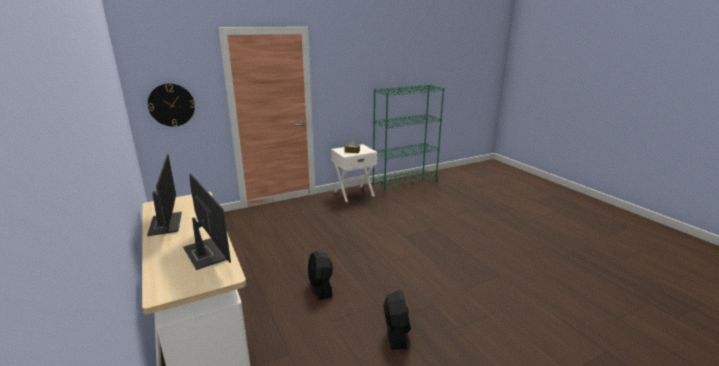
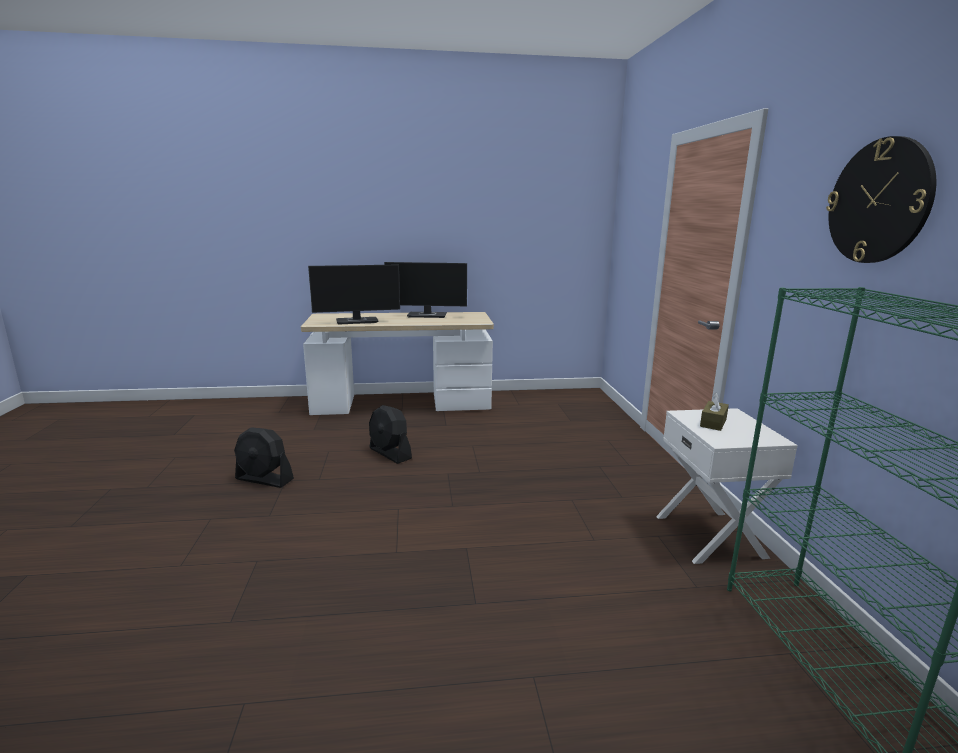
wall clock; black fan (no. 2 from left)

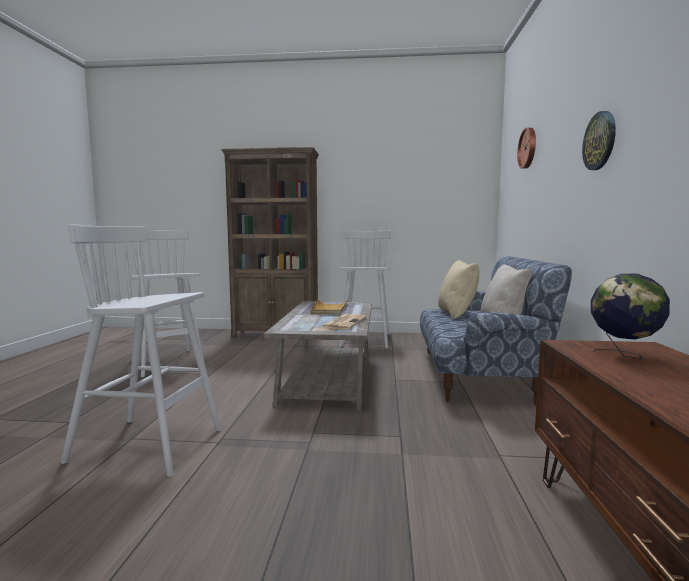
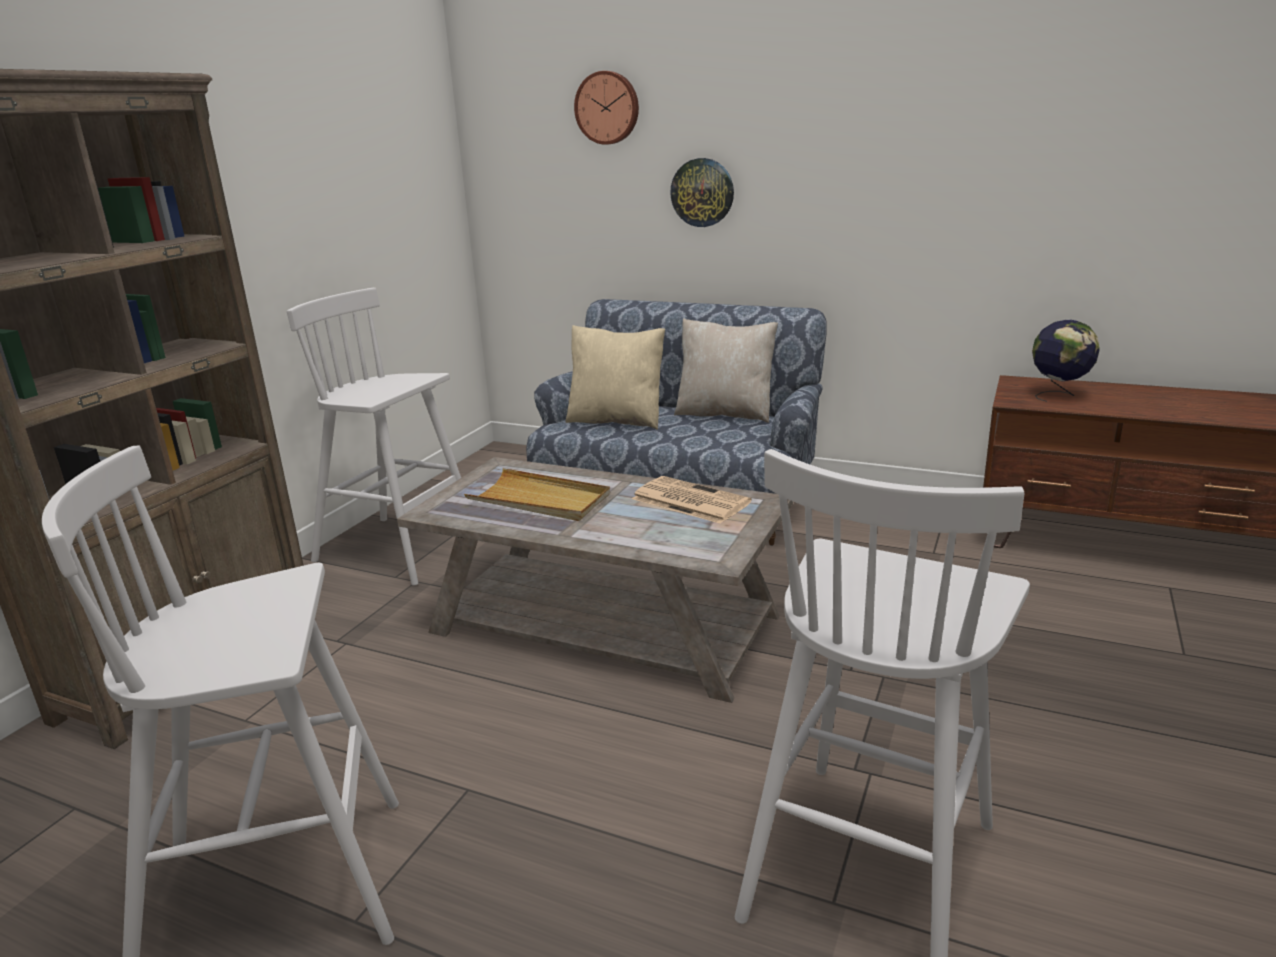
wall clock (no. 2 from left)

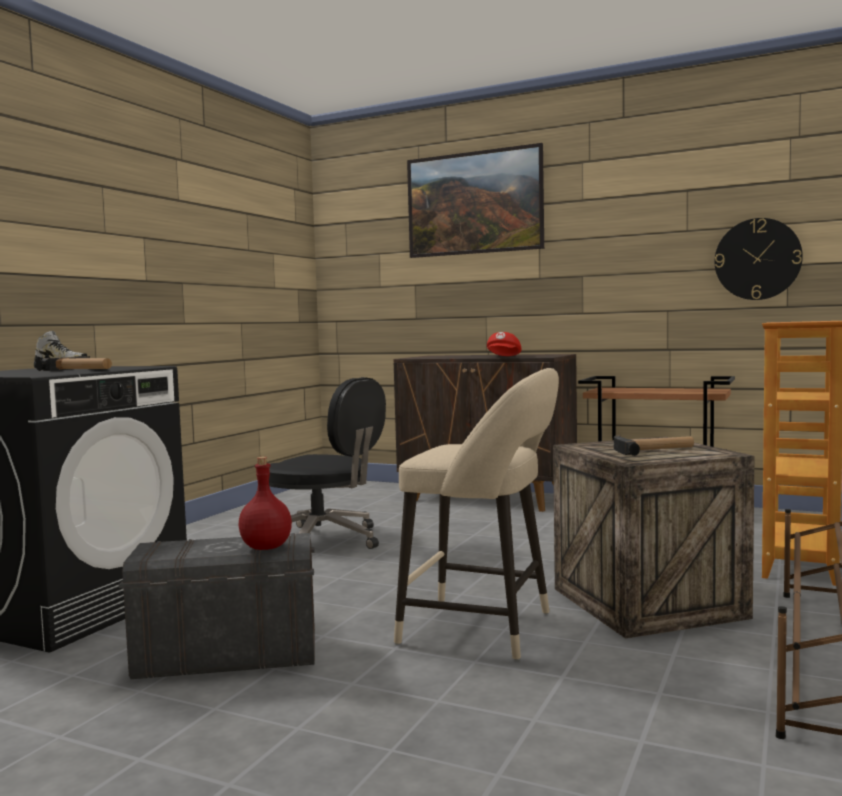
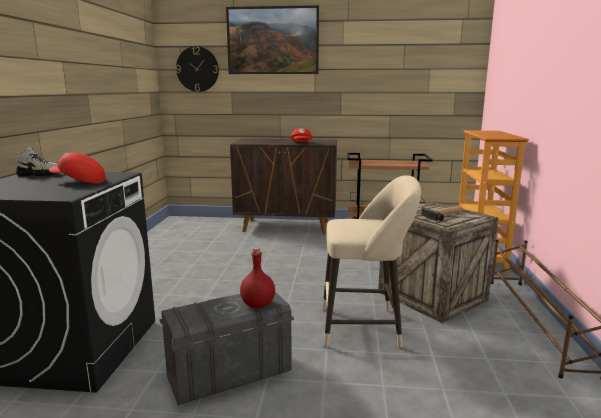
red cap (no. 1 from left); black office chair; wall clock

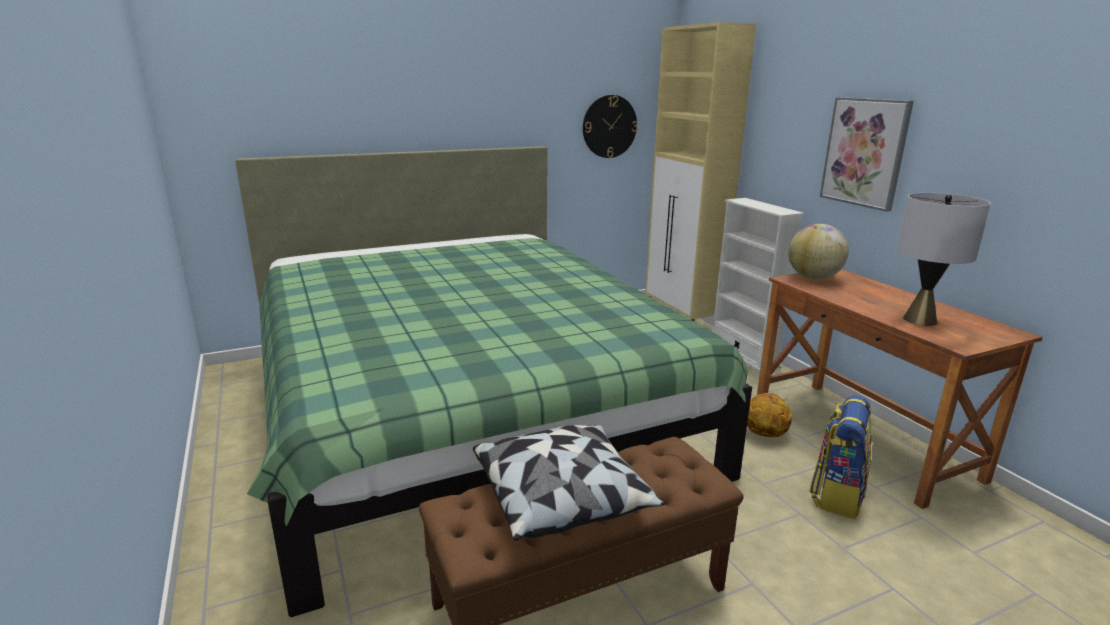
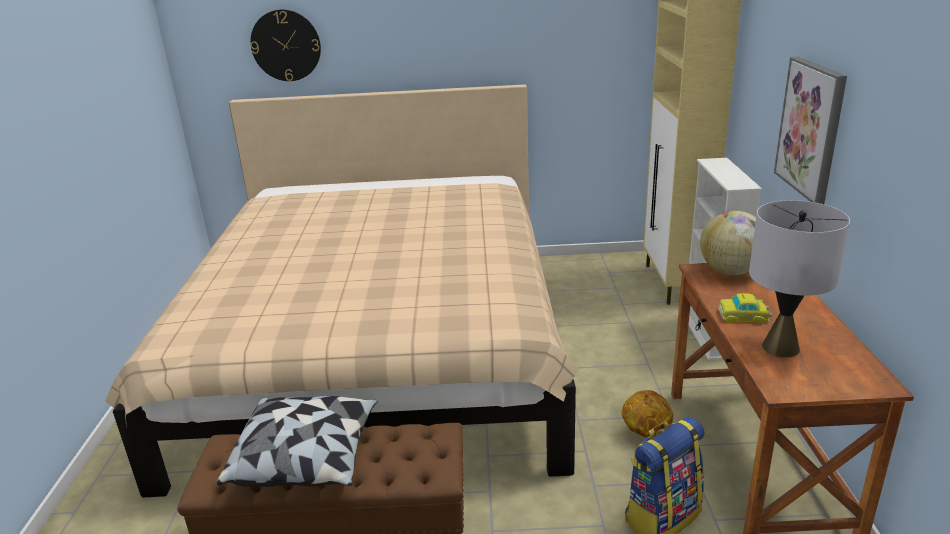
beige bed; wall clock; toy car

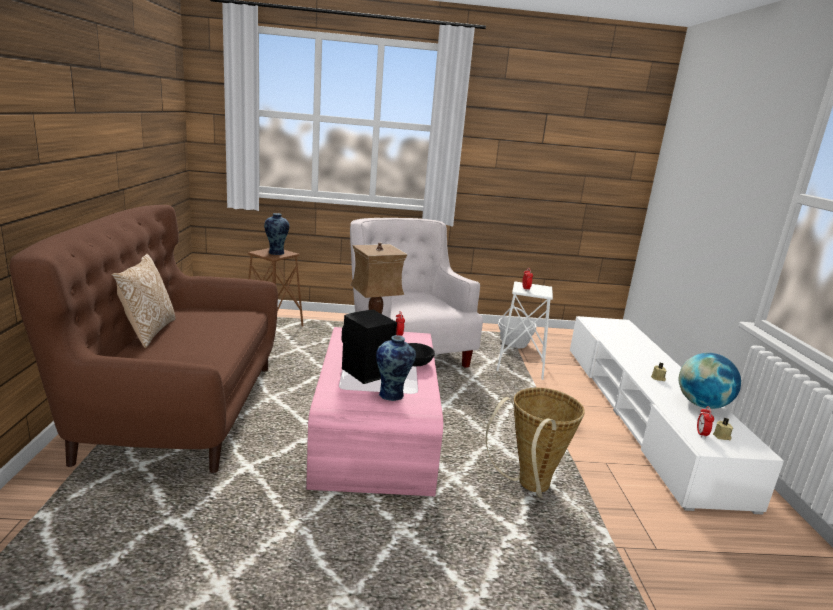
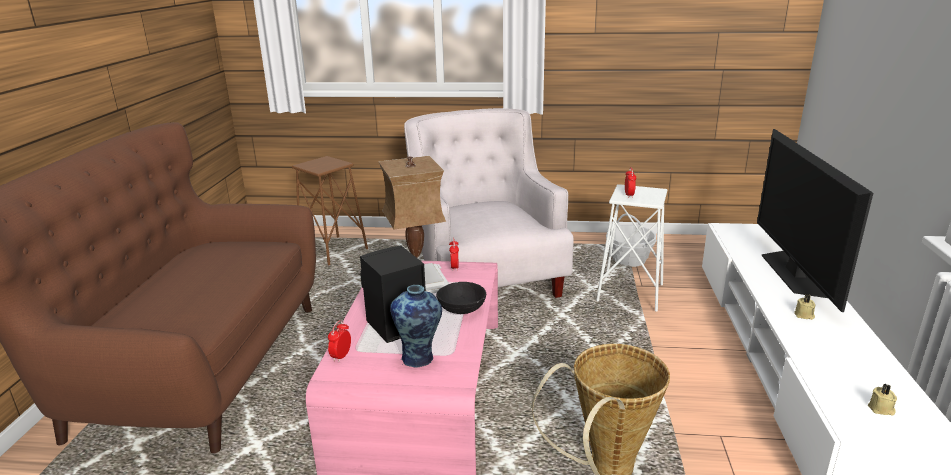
pillow; vase (no. 1 from left in the first image); globe; alarm clock (no. 1 from left); television

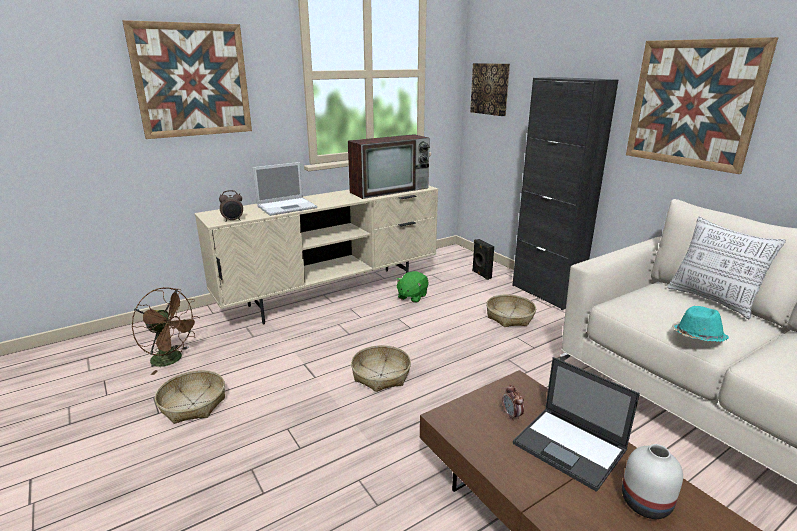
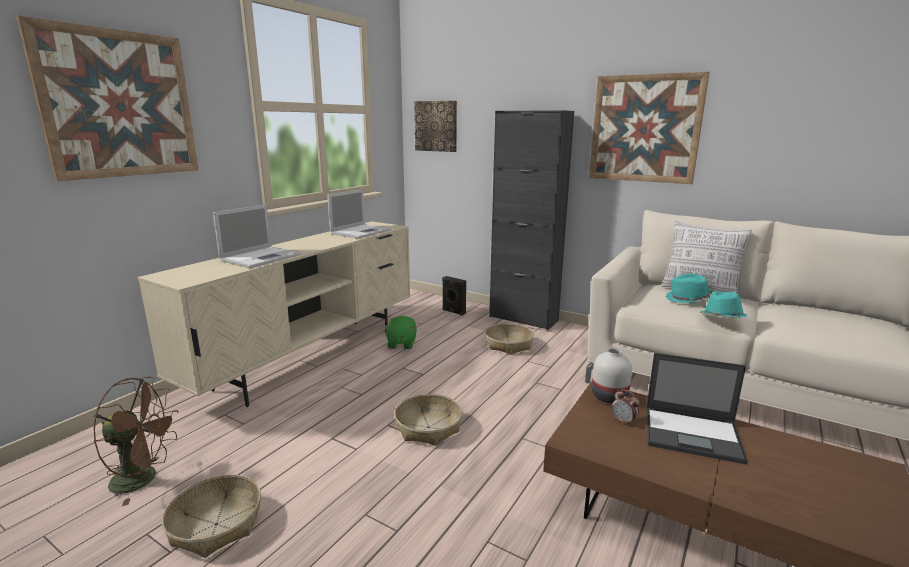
alarm clock (no. 1 from left in the first image); laptop (no. 2 from left); white vase; turquoise hat (no. 1 from left)

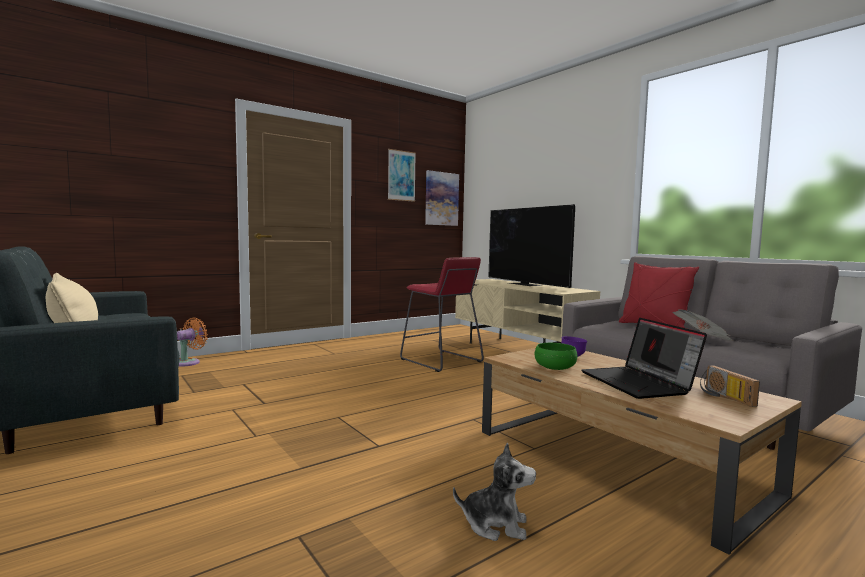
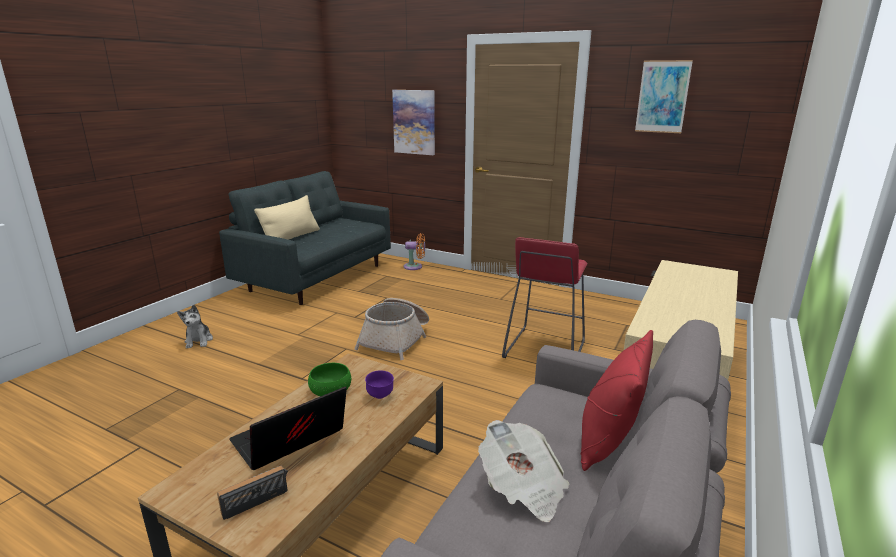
picture (no. 1 from left); plush toy; television; basket

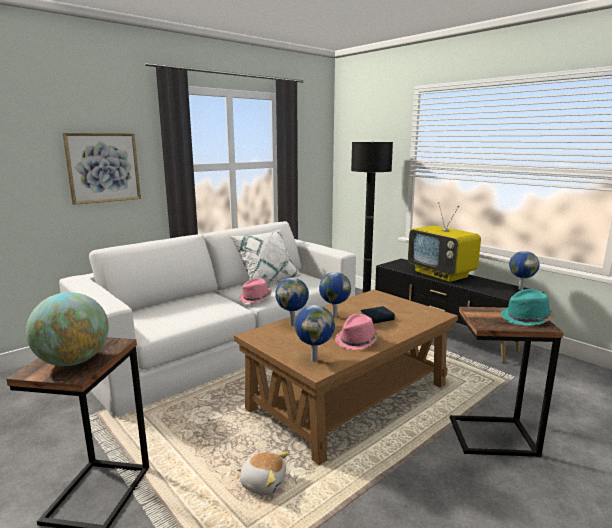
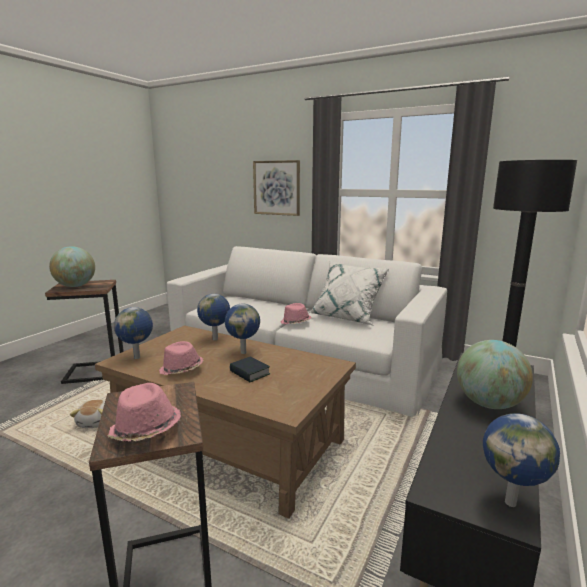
globe (no. 5 from left); pink hat (no. 1 from left)

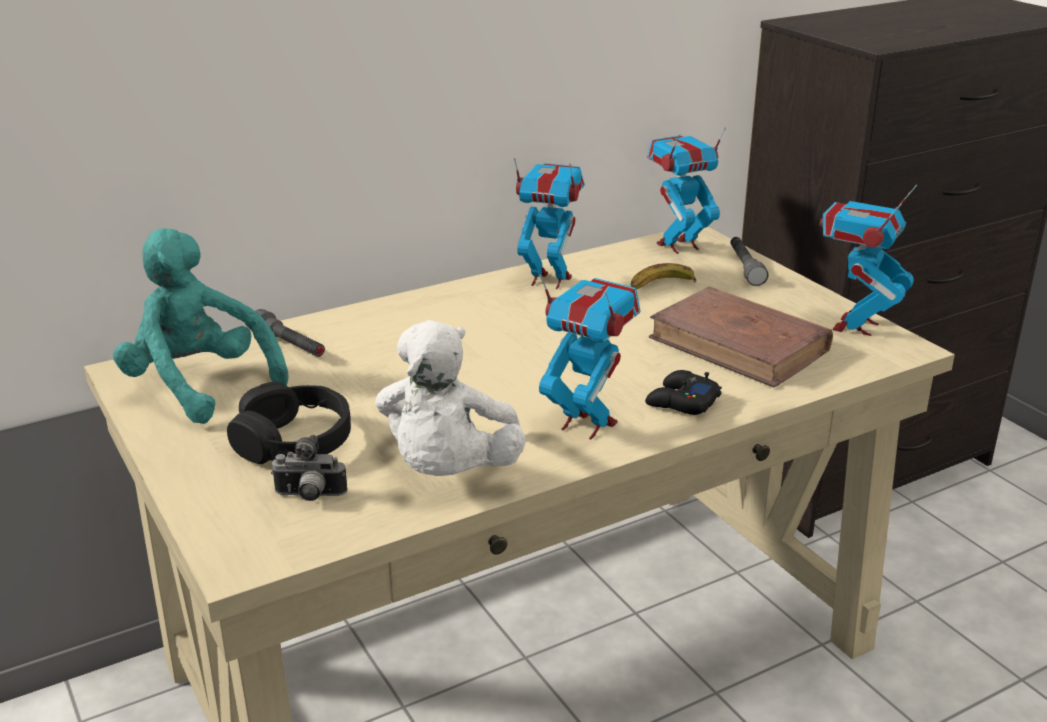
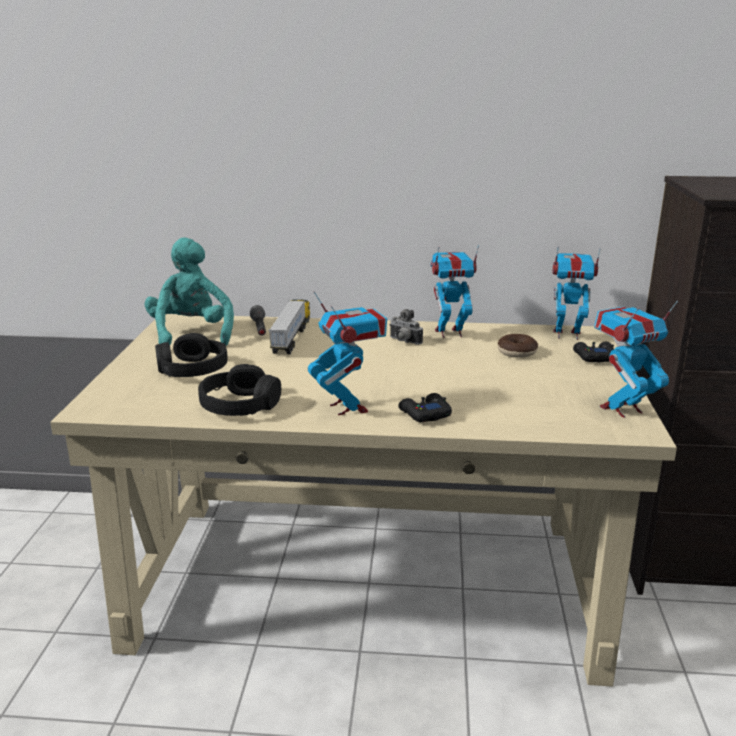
photo camera; black headphones (no. 2 from left); toy robot (no. 2 from left); donut; brown book; black game controller (no. 2 from left); toy truck

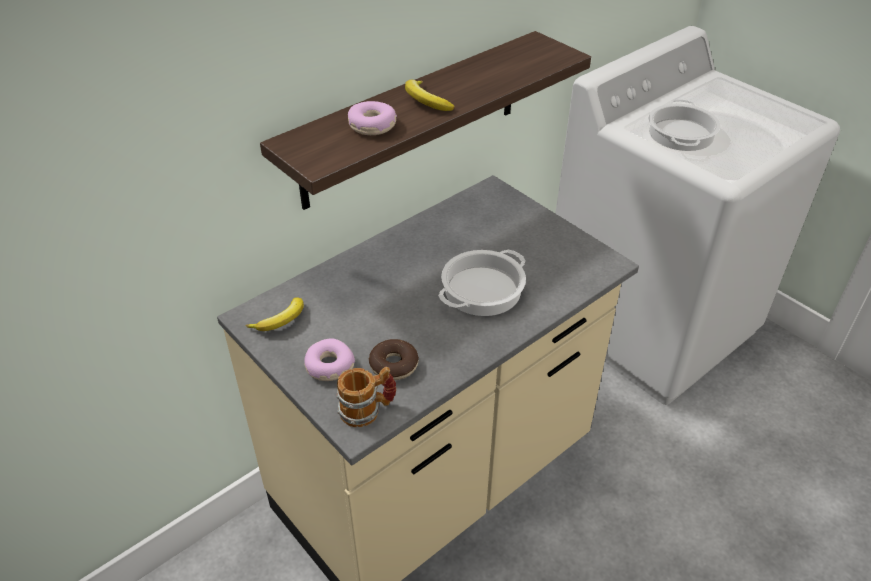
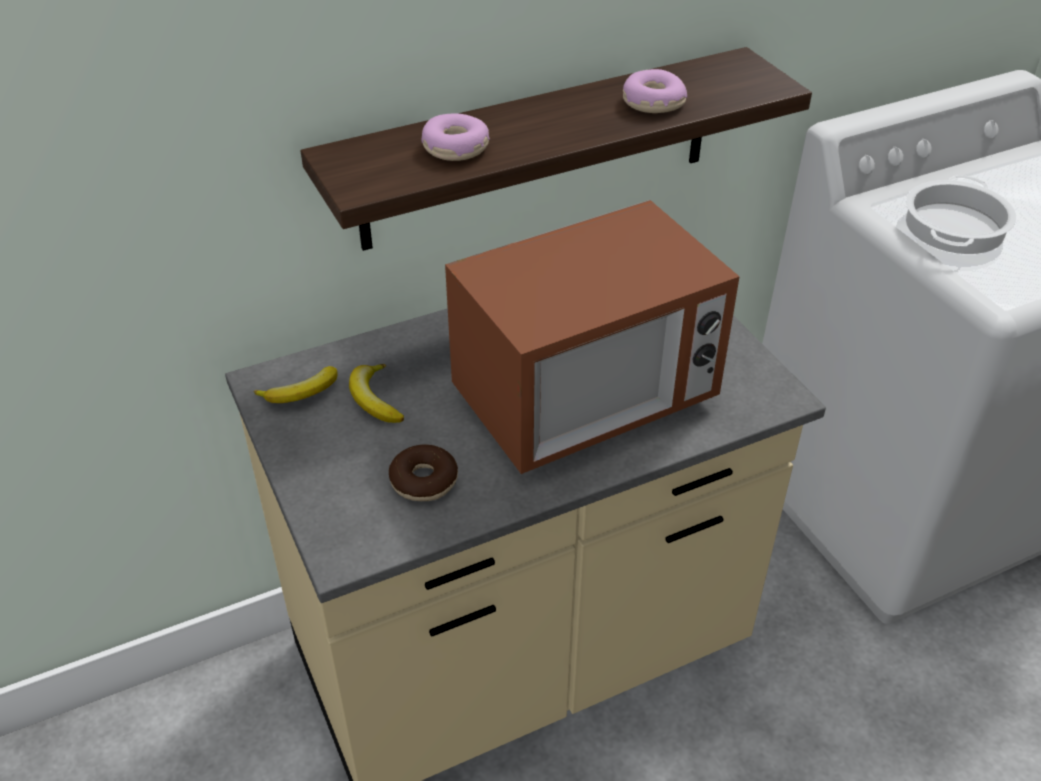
donut (no. 3 from left); mug; banana (no. 2 from left); microwave

